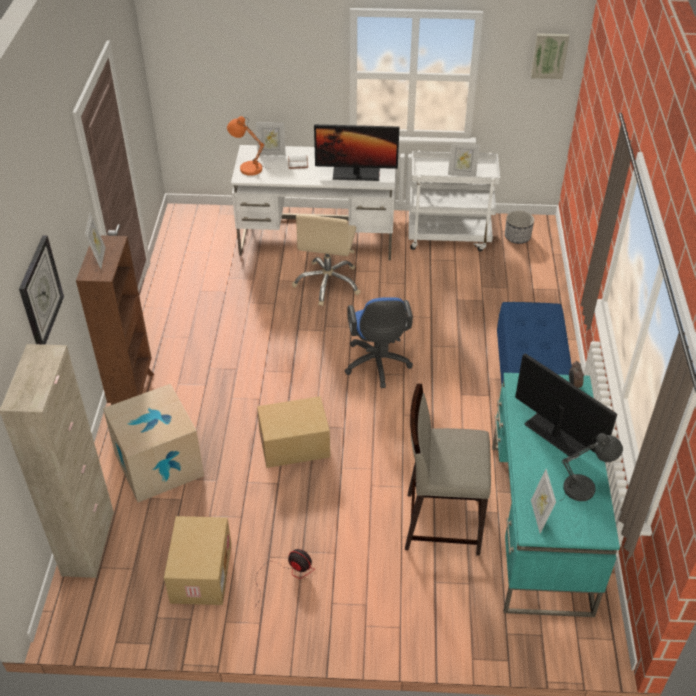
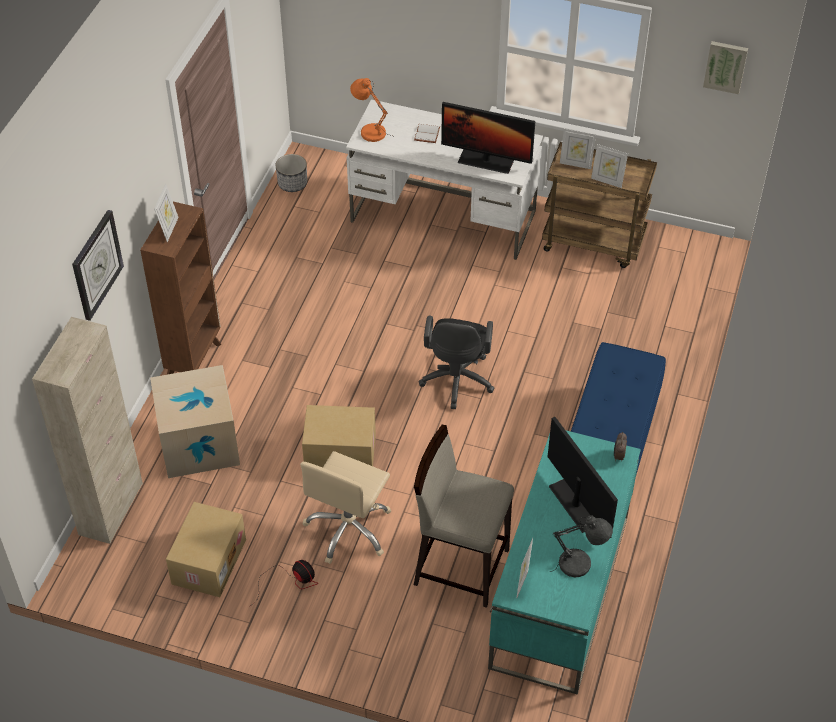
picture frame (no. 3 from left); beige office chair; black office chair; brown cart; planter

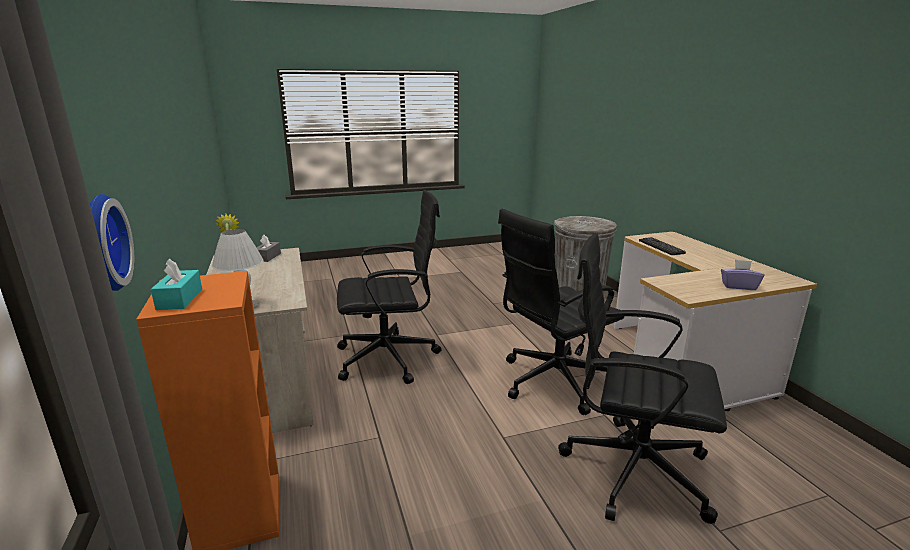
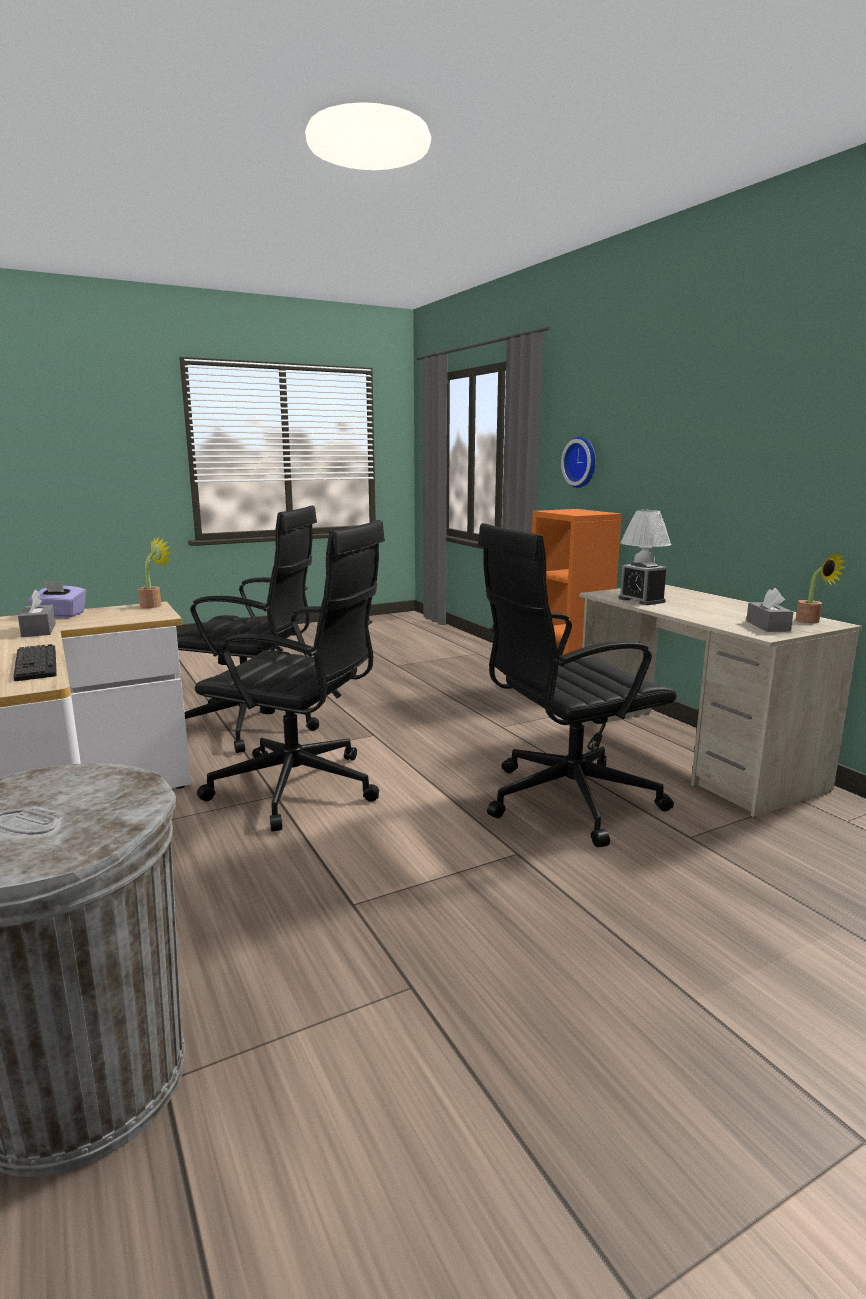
turquoise tissue box; black office chair (no. 2 from left); grey tissue box (no. 1 from left); potted plant (no. 1 from left); alarm clock

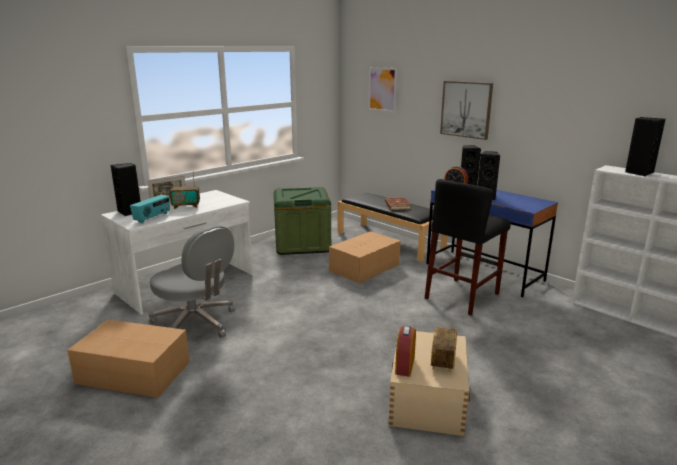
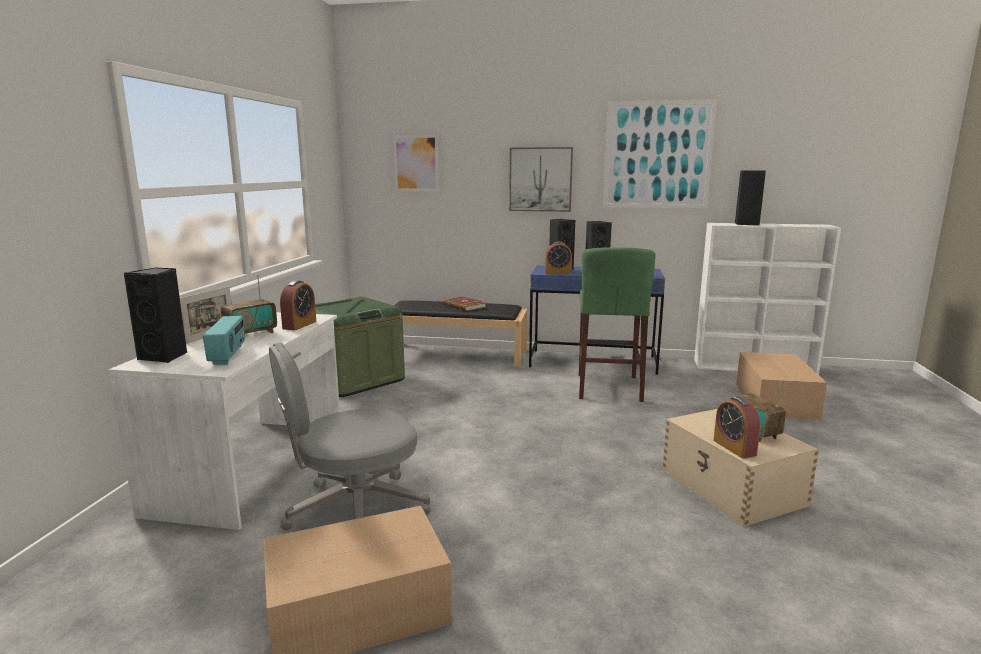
grey office chair; cardboard box (no. 2 from left); green stool; alarm clock (no. 1 from left); picture (no. 3 from left)

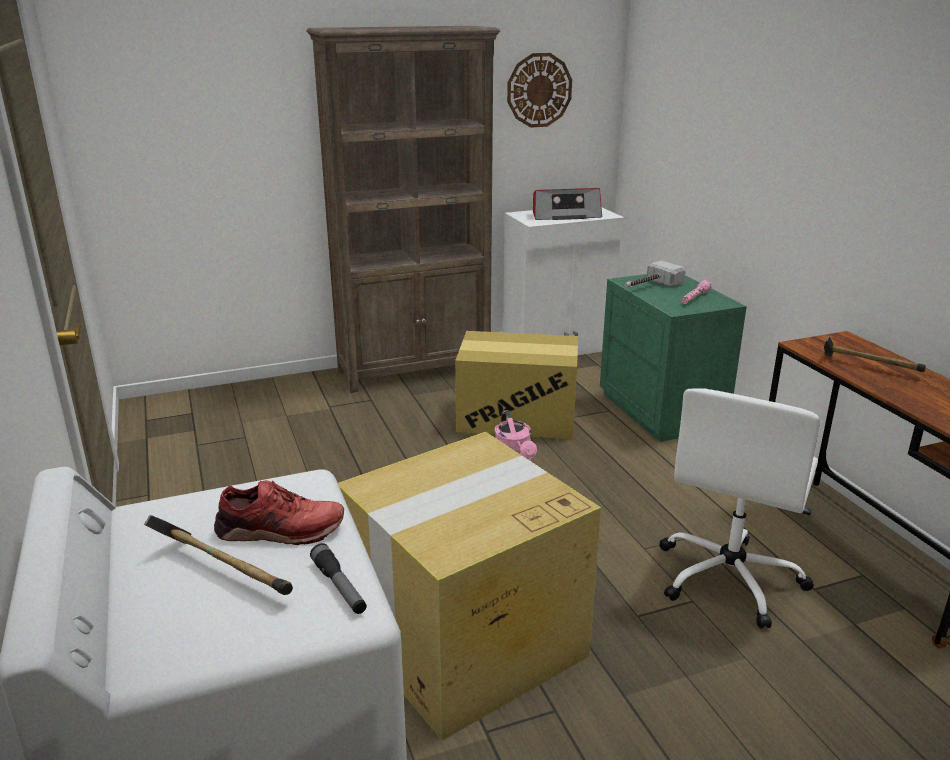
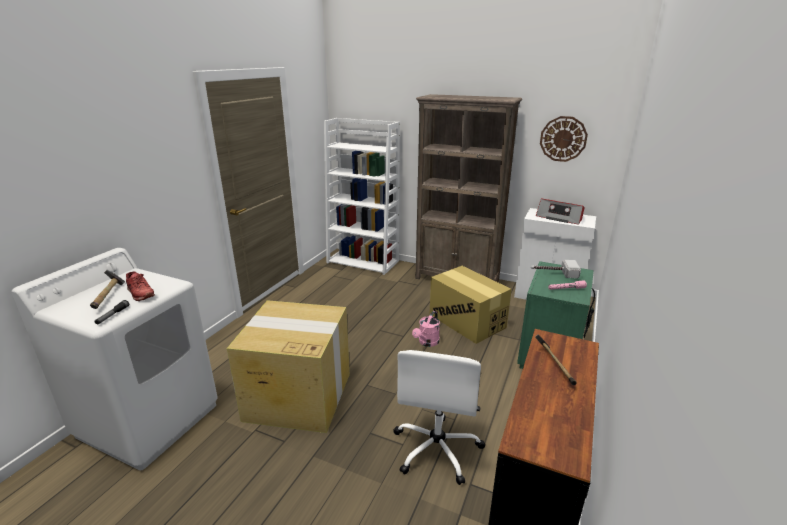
white office chair; white bookcase

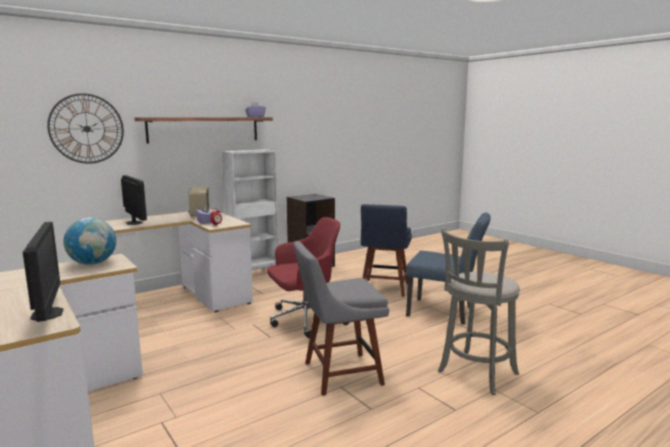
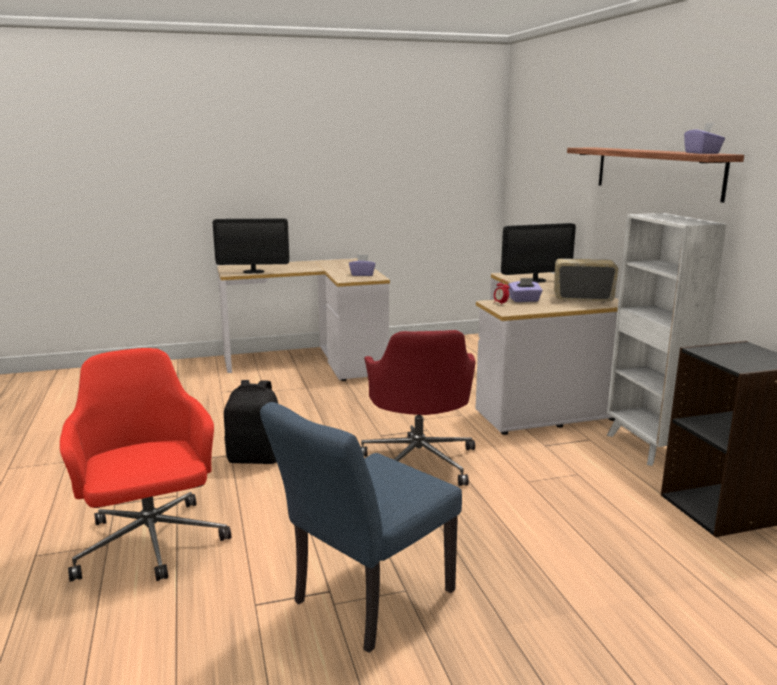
wall clock; purple tissue box (no. 1 from left); black backpack; blue chair (no. 1 from left in the first image); red office chair (no. 1 from left)

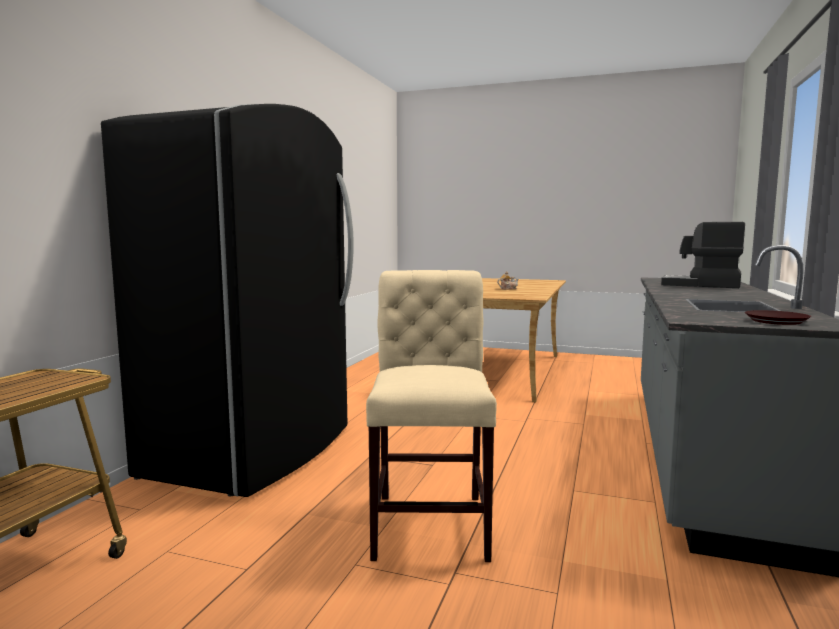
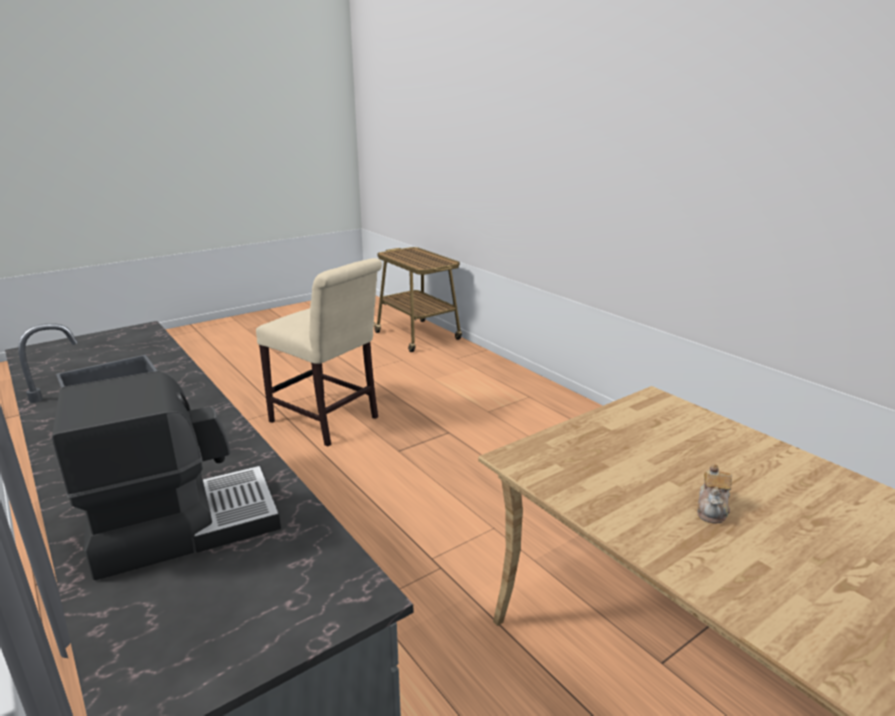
black fridge; brown plate

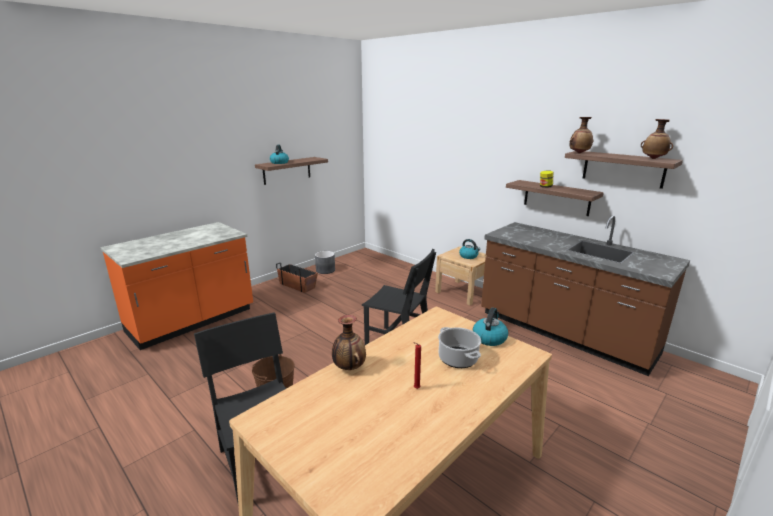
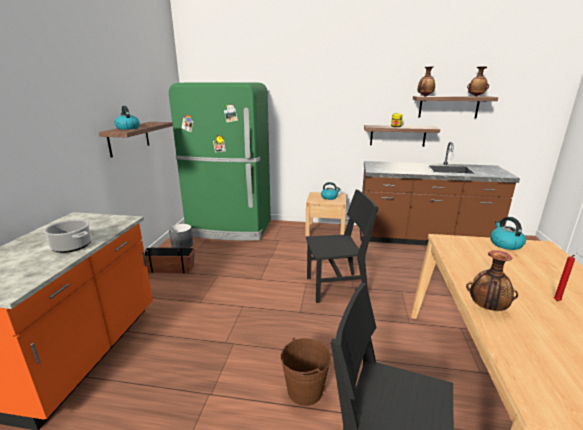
cooking pot; green fridge

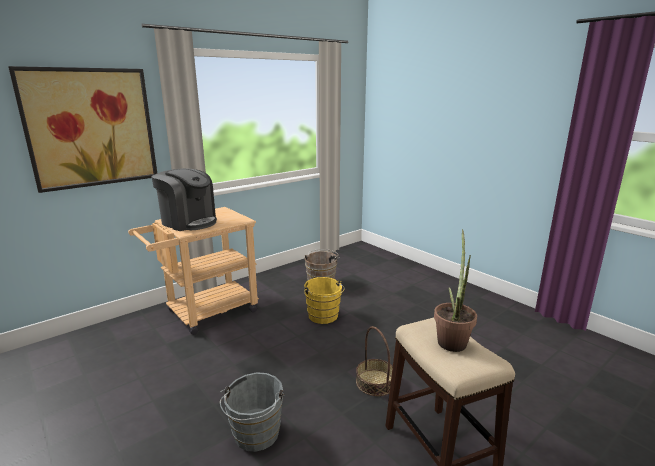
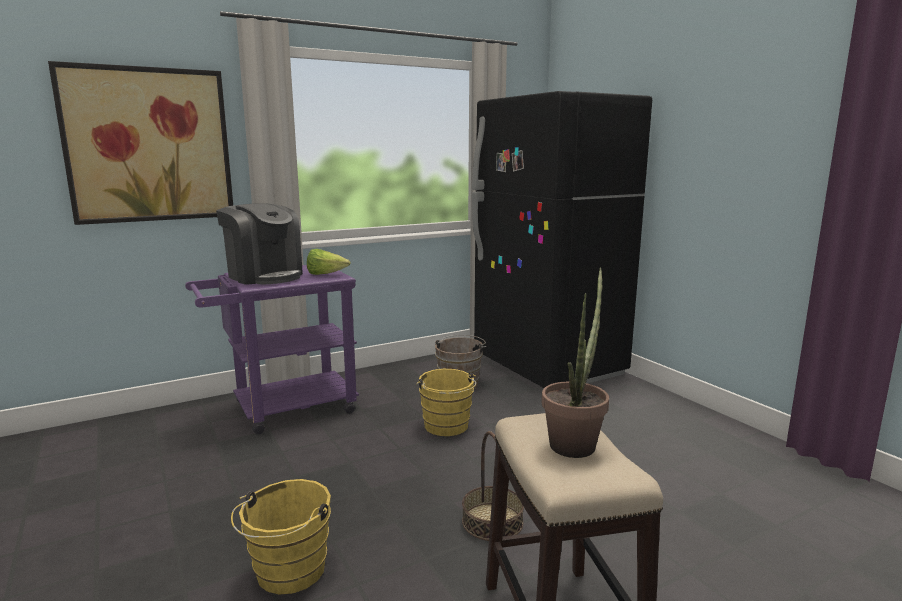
purple cart; yellow bucket (no. 1 from left); lettuce; black fridge

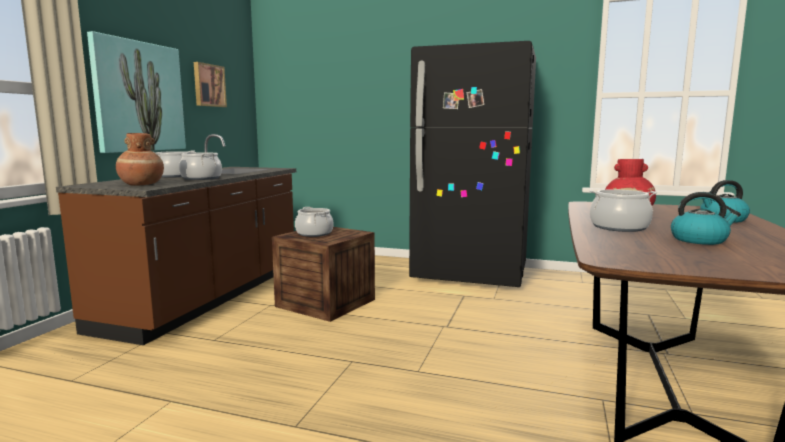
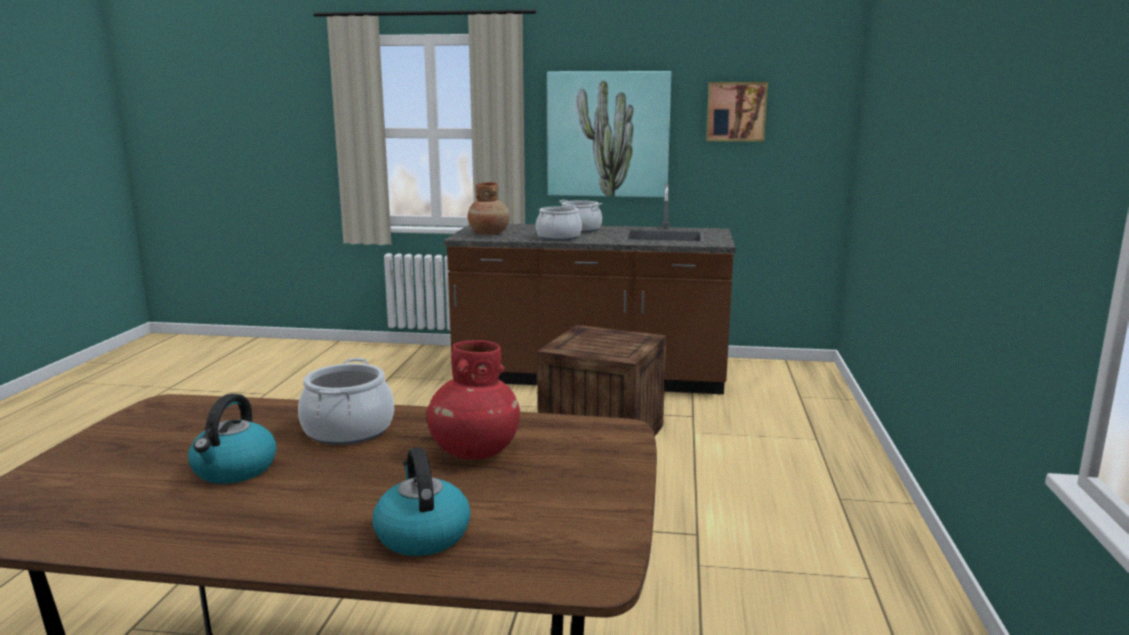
cooking pot (no. 3 from left in the first image); black fridge

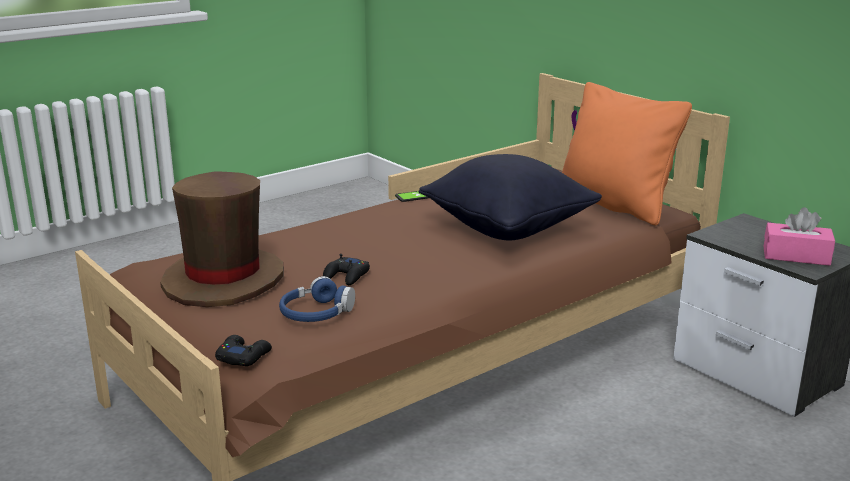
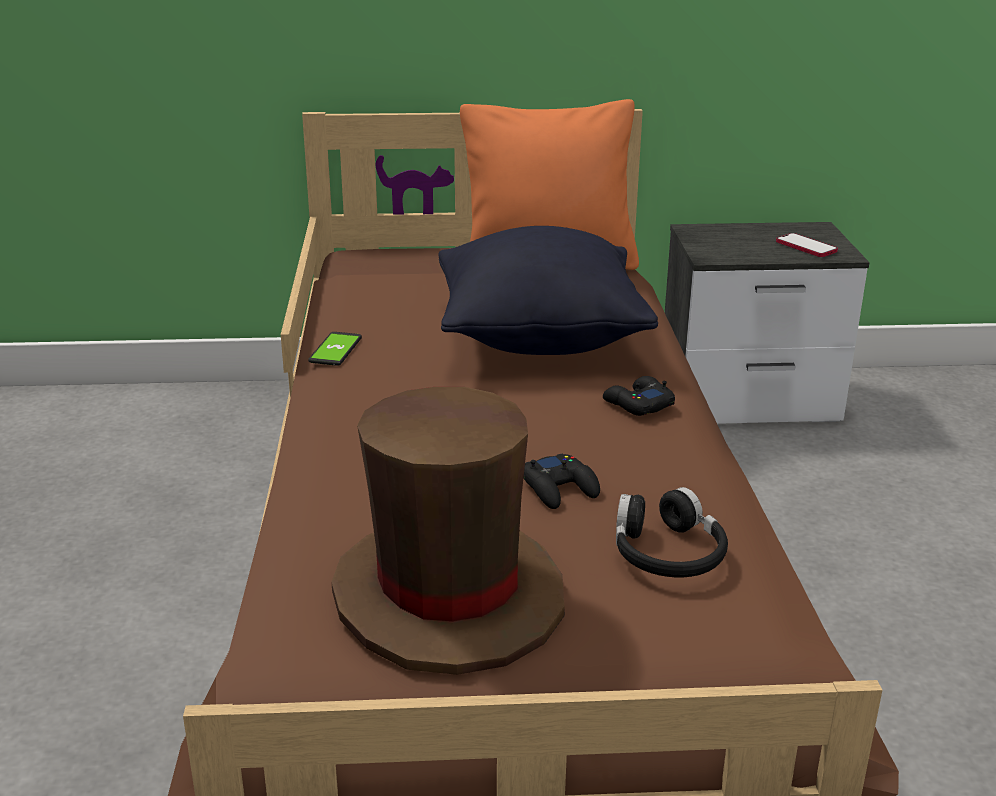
black game controller (no. 2 from left); black headphones; phone (no. 2 from left)

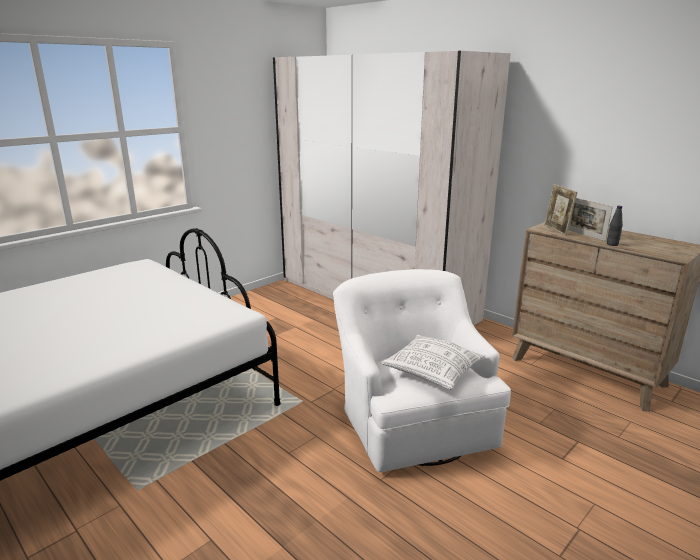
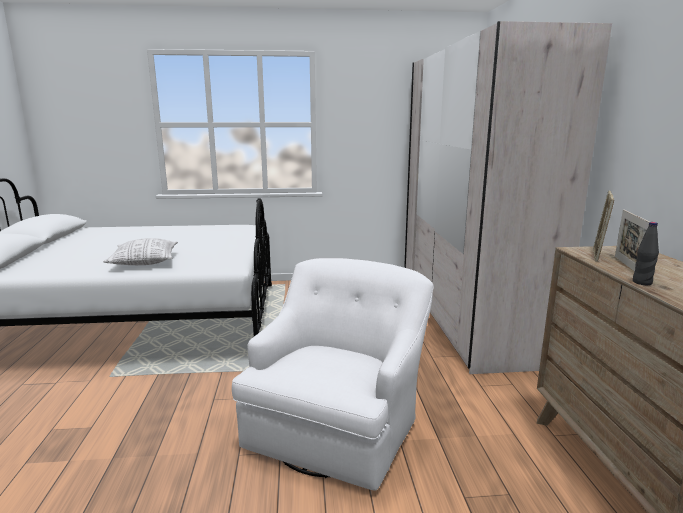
pillow

